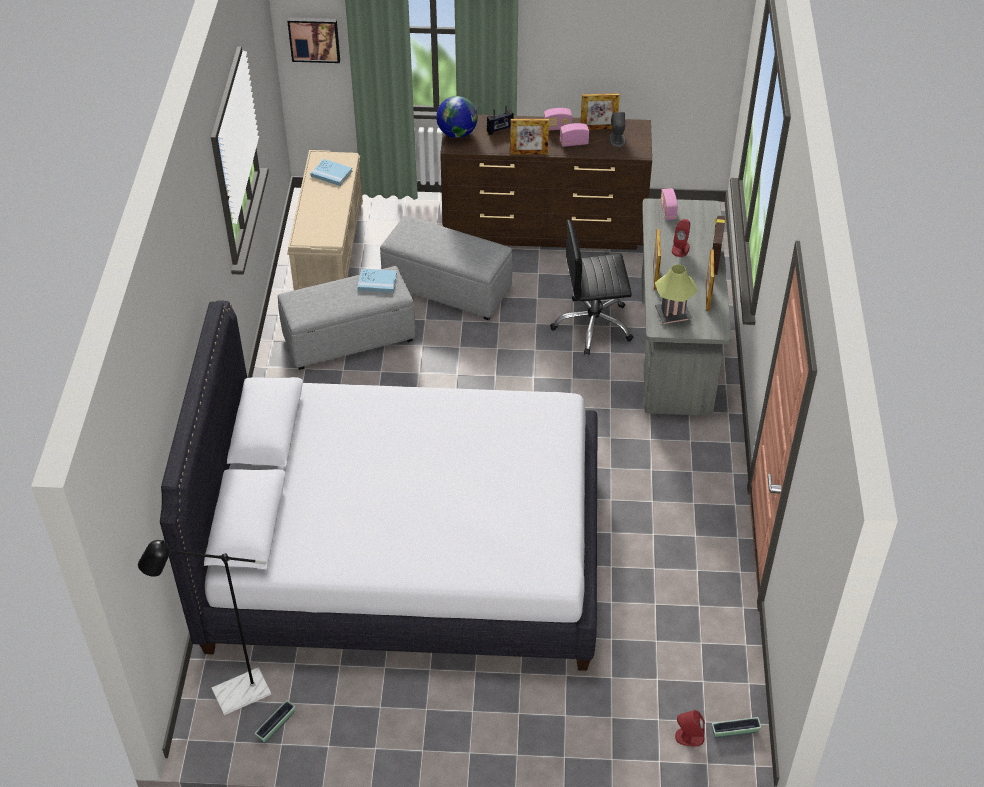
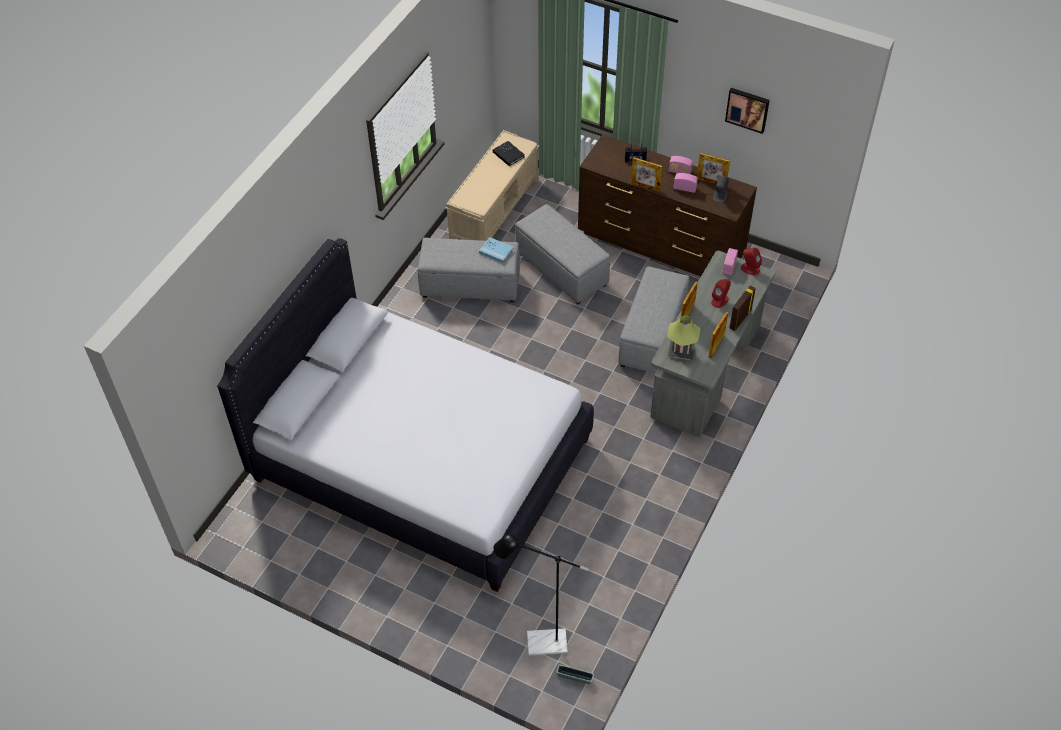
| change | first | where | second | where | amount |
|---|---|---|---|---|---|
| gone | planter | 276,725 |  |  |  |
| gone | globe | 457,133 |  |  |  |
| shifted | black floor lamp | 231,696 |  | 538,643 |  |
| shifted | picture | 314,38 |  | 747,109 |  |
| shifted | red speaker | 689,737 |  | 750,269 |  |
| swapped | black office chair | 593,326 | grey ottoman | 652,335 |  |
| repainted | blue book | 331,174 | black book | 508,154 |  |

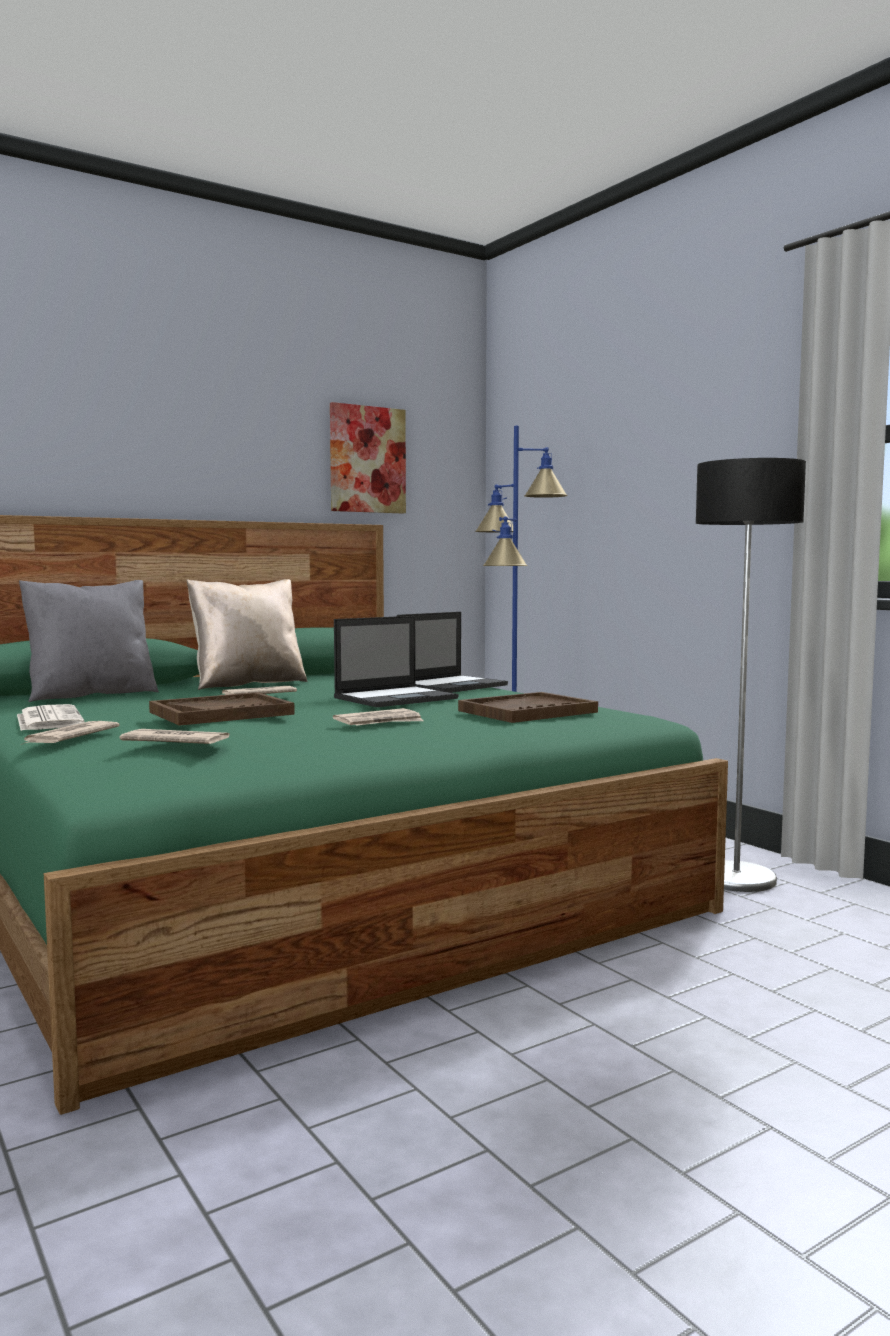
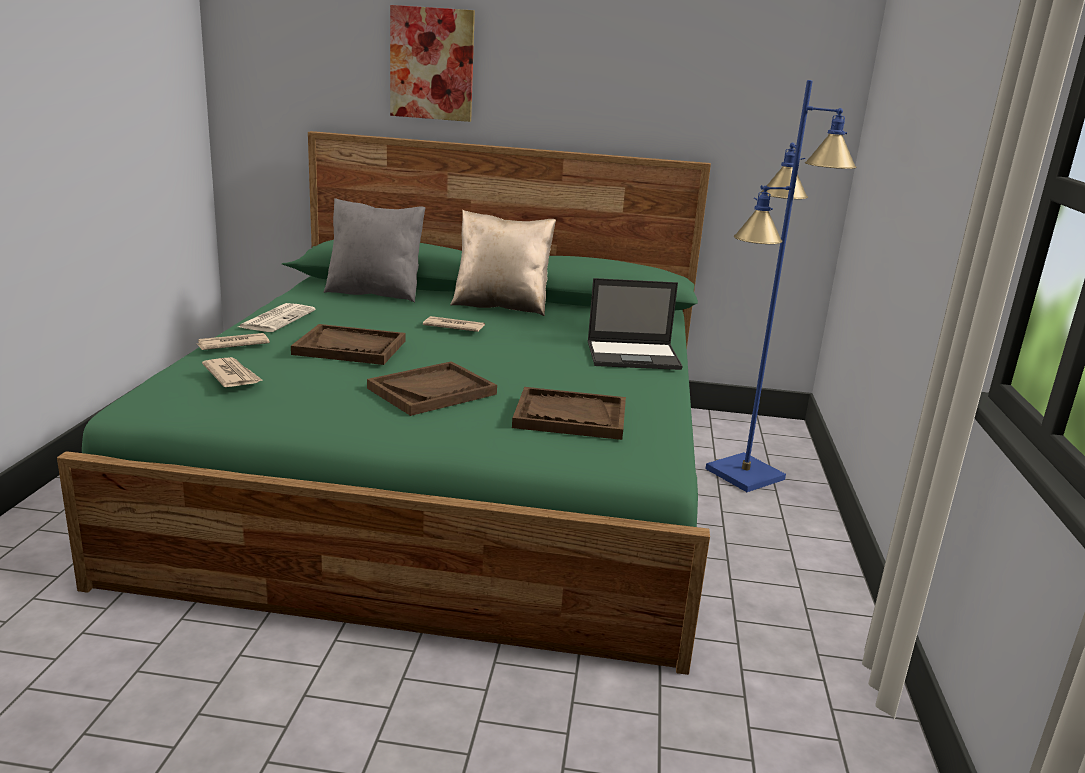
| change | first | where | second | where | amount |
|---|---|---|---|---|---|
| gone | laptop | 396,698 |  |  |  |
| gone | floor lamp | 736,878 |  |  |  |
| shifted | picture | 367,459 |  | 432,64 |  |
| swapped | newspaper | 380,722 | brown tray | 432,391 |  |

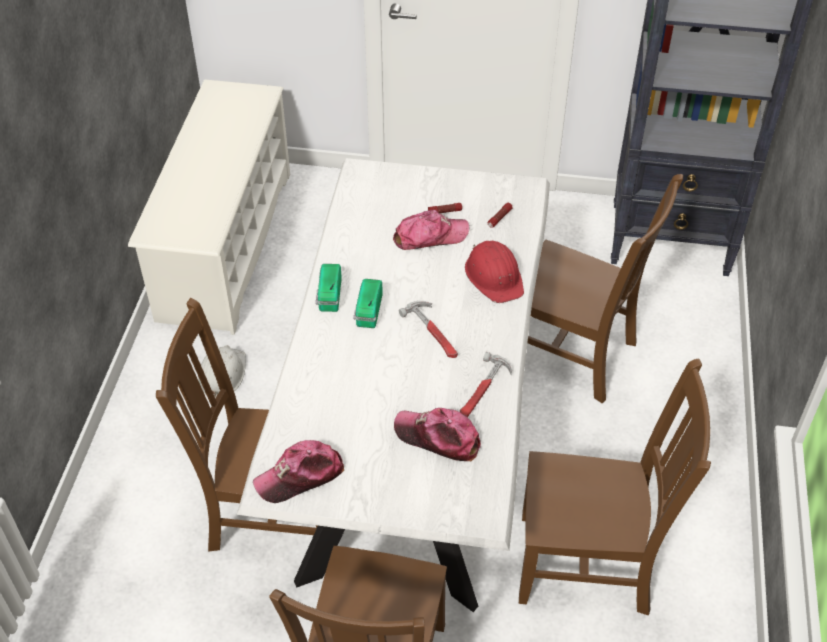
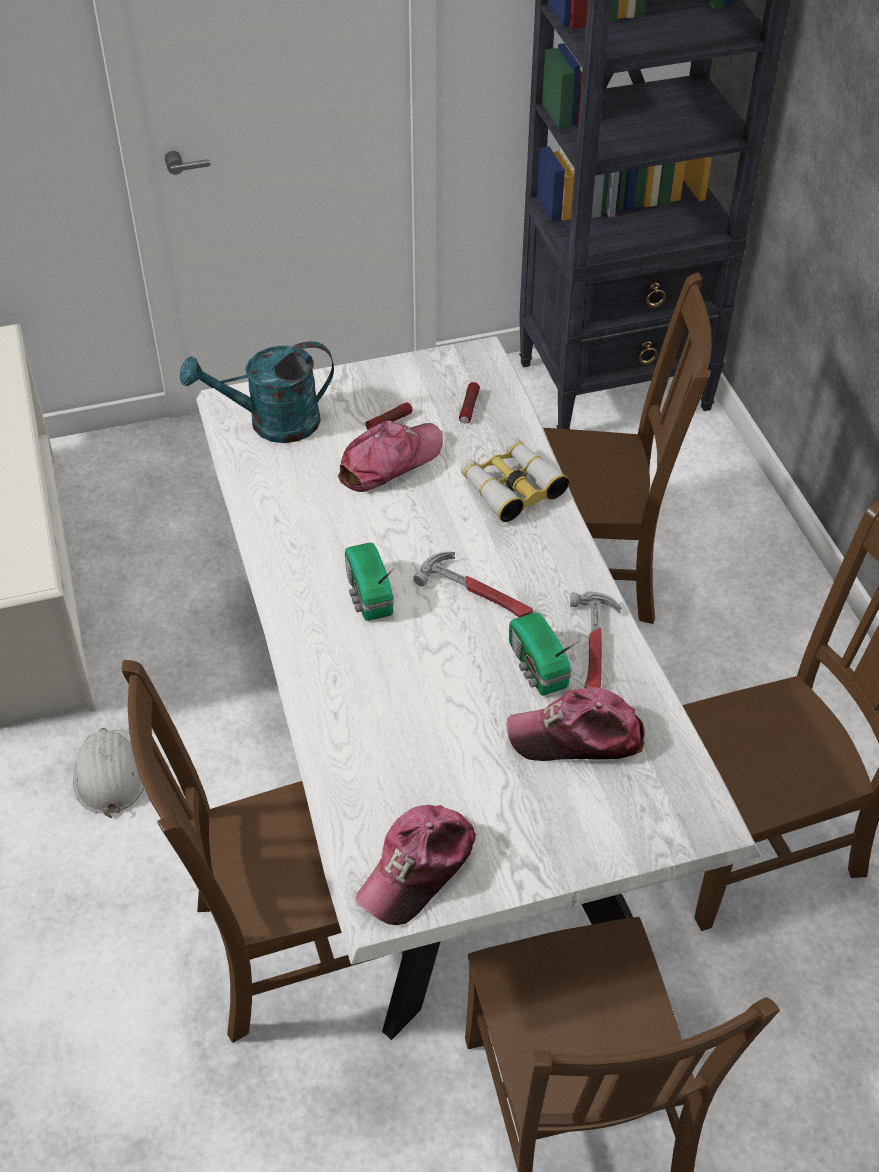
| change | first | where | second | where | amount |
|---|---|---|---|---|---|
| new |  |  | turquoise watering can | 271,423 |  |
| shifted | radio | 329,296 |  | 537,667 |  |
| swapped | red hard hat | 494,276 | binoculars | 512,487 |  |

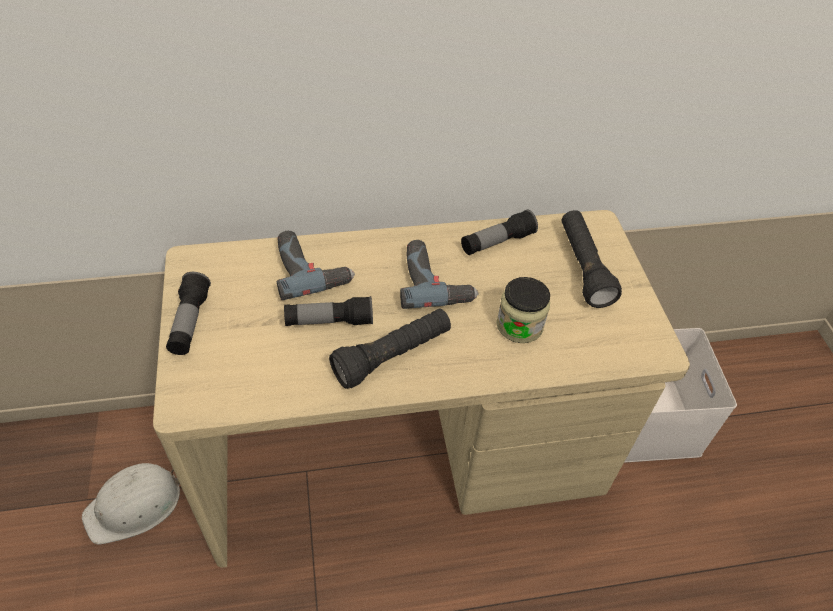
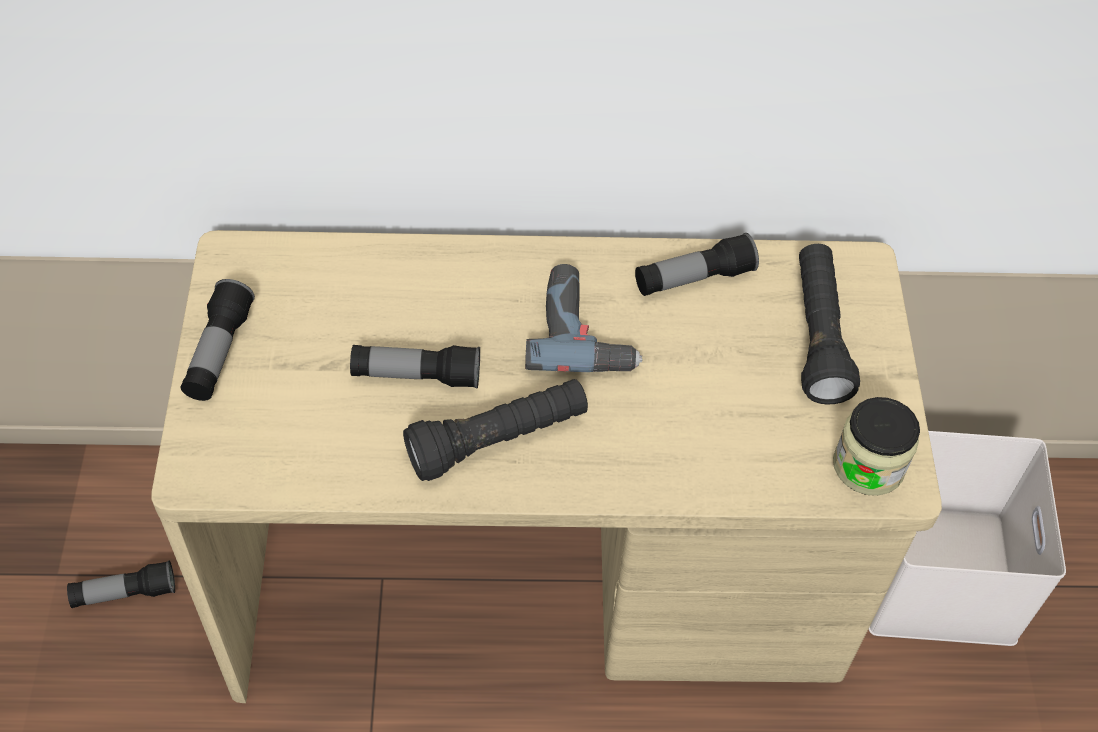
| change | first | where | second | where | amount |
|---|---|---|---|---|---|
| gone | power drill | 310,268 |  |  |  |
| shifted | jar | 519,325 |  | 868,465 |  |
| swapped | white hard hat | 135,505 | flashlight | 124,593 |  |

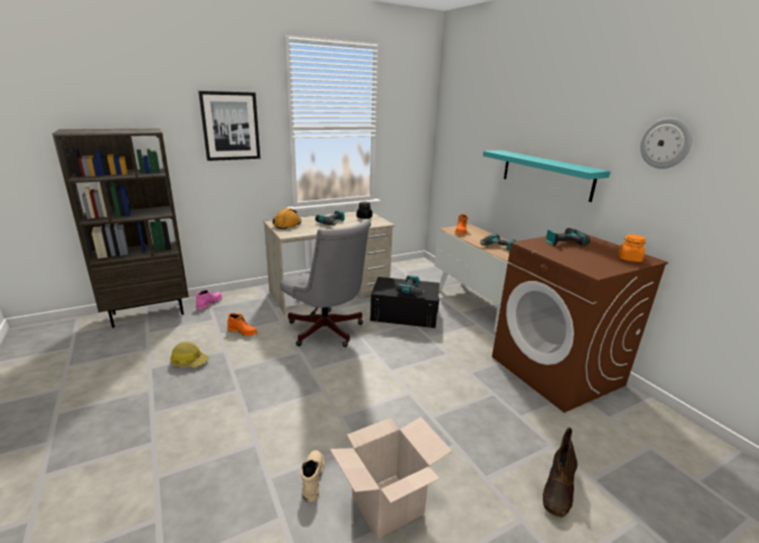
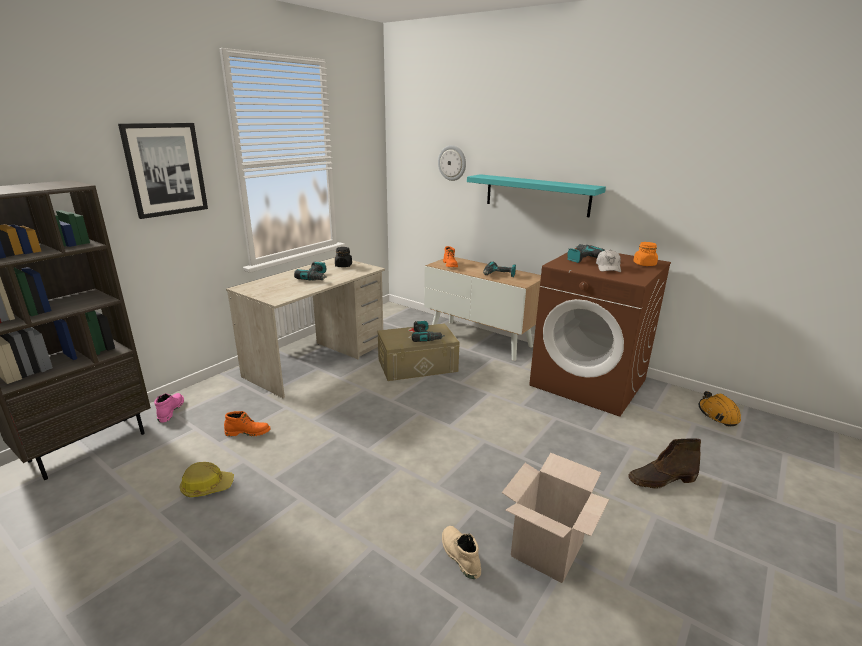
| change | first | where | second | where | amount |
|---|---|---|---|---|---|
| gone | grey office chair | 327,332 |  |  |  |
| new |  |  | white cap | 608,267 |  |
| shifted | orange hard hat | 287,224 |  | 718,414 |  |
| shifted | wall clock | 666,143 |  | 452,163 |  |
| repainted | black storage box | 404,314 | beige storage box | 417,365 |  |
| rotated | brown boot | 559,488 |  | 661,480 | 75 degrees clockwise |

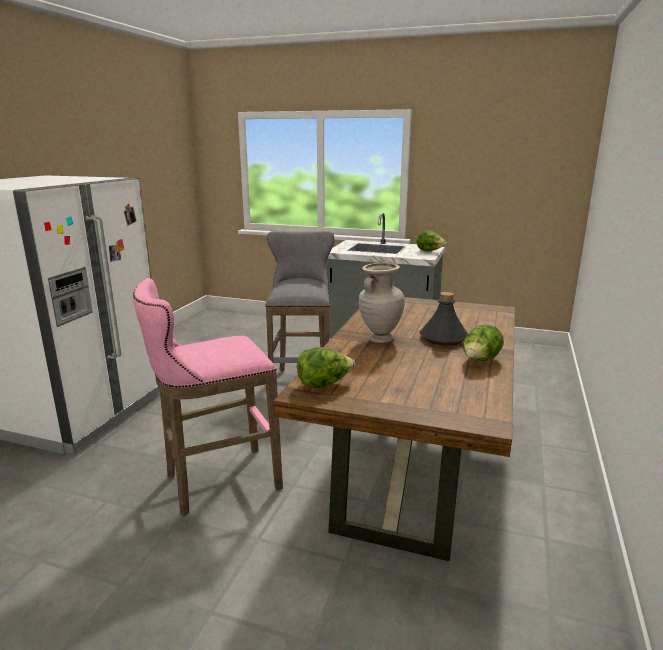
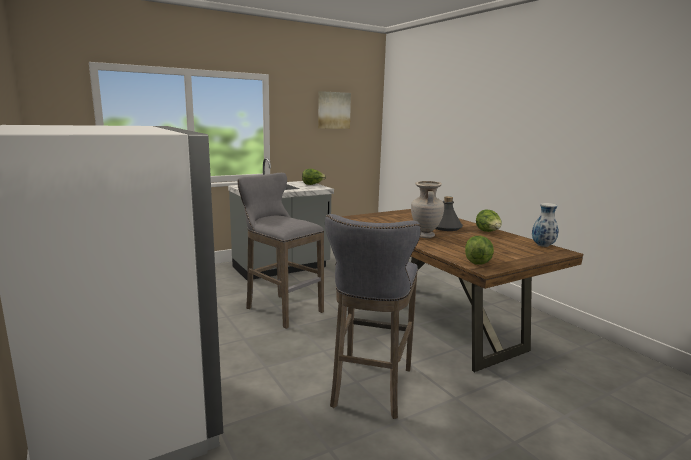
| change | first | where | second | where | amount |
|---|---|---|---|---|---|
| new |  |  | picture | 333,110 |  |
| new |  |  | vase | 543,246 |  |
| repainted | pink stool | 217,483 | grey stool | 370,389 |  |

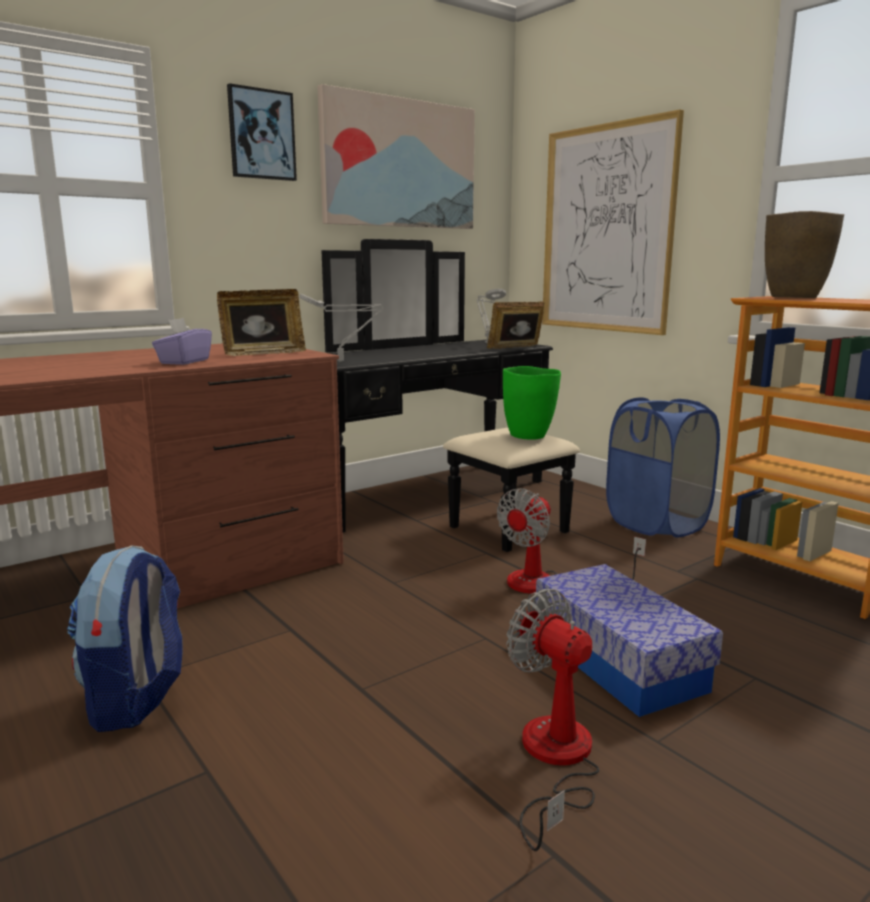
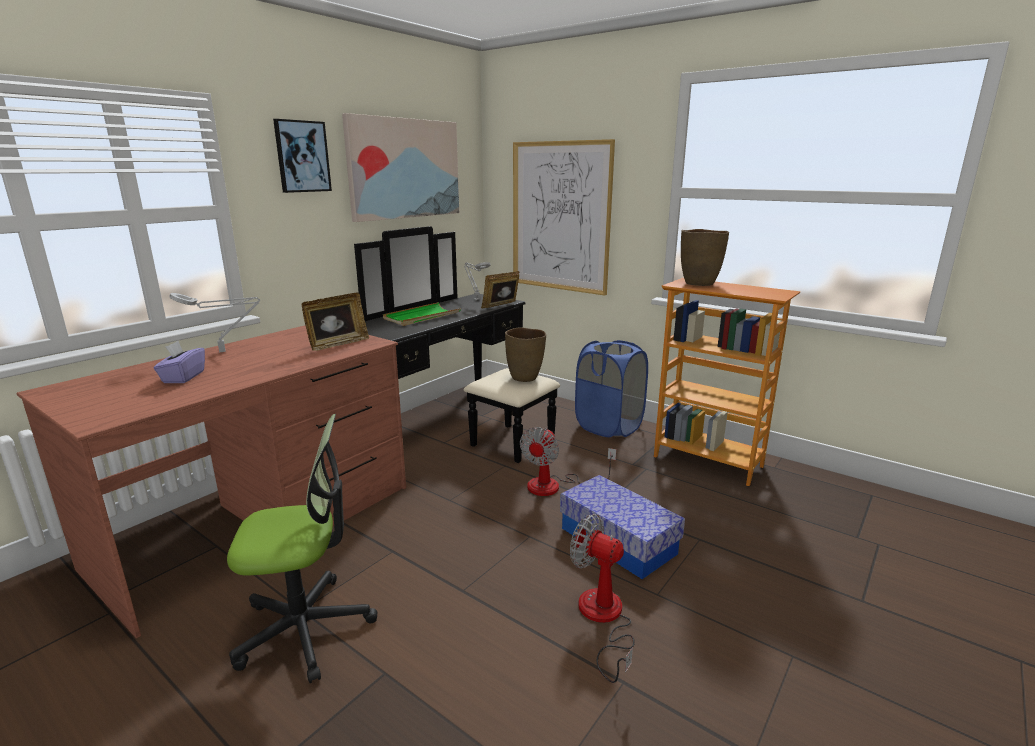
| change | first | where | second | where | amount |
|---|---|---|---|---|---|
| new |  |  | green tray | 421,317 |  |
| shifted | purple tissue box | 184,362 |  | 183,377 |  |
| shifted | grey table lamp | 343,361 |  | 225,351 |  |
| swapped | backpack | 137,700 | office chair | 305,628 |  |
| repainted | green vase | 529,436 | brown vase | 525,378 |  |

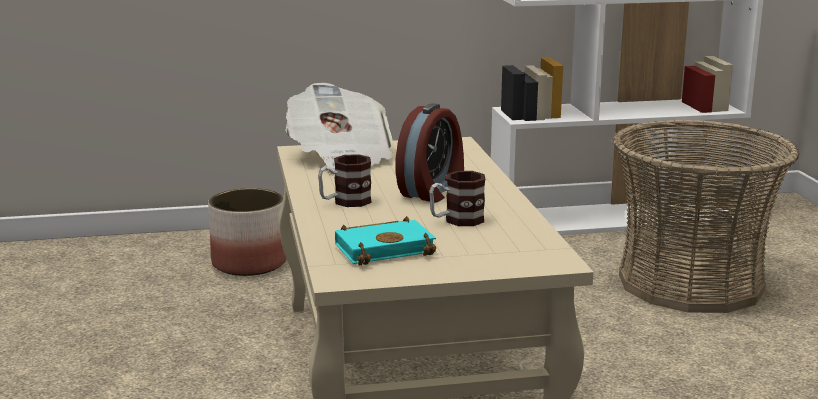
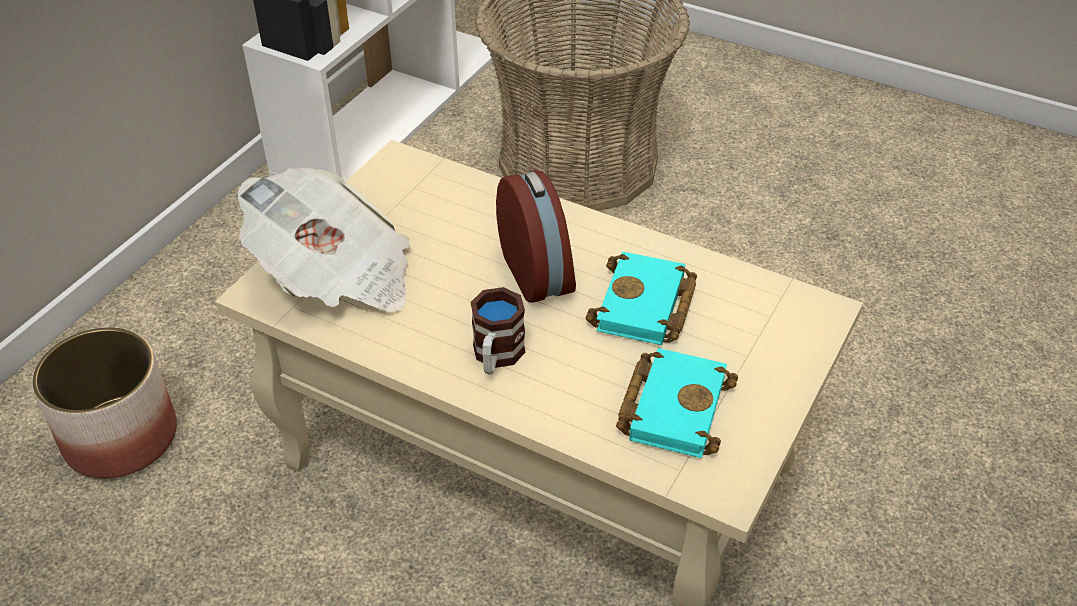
| change | first | where | second | where | amount |
|---|---|---|---|---|---|
| swapped | mug | 456,220 | turquoise book | 645,308 |  |

